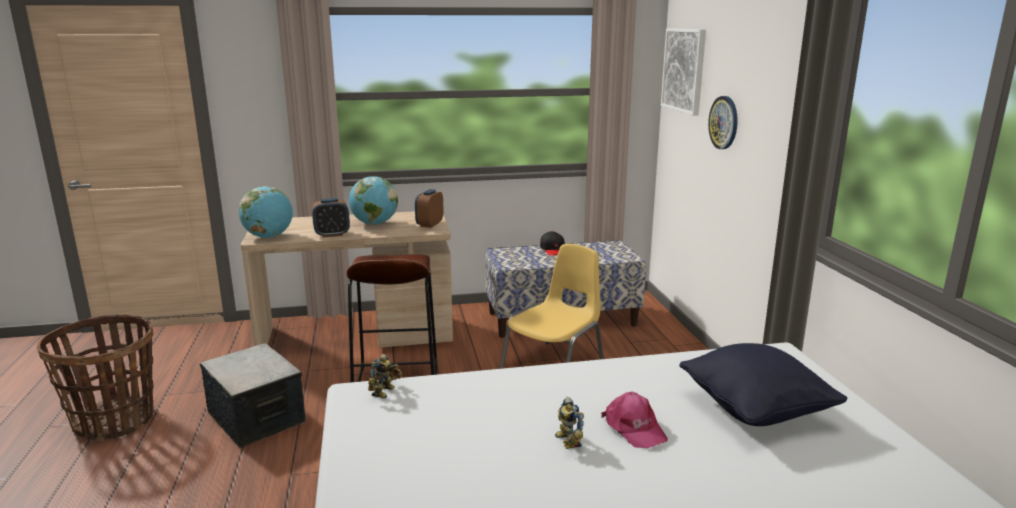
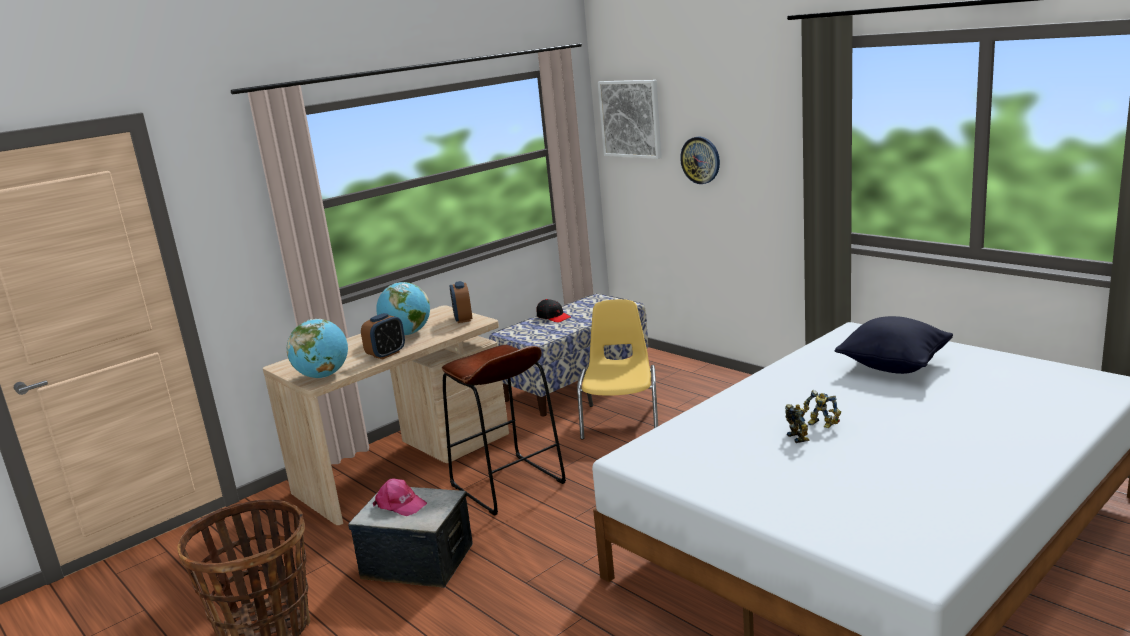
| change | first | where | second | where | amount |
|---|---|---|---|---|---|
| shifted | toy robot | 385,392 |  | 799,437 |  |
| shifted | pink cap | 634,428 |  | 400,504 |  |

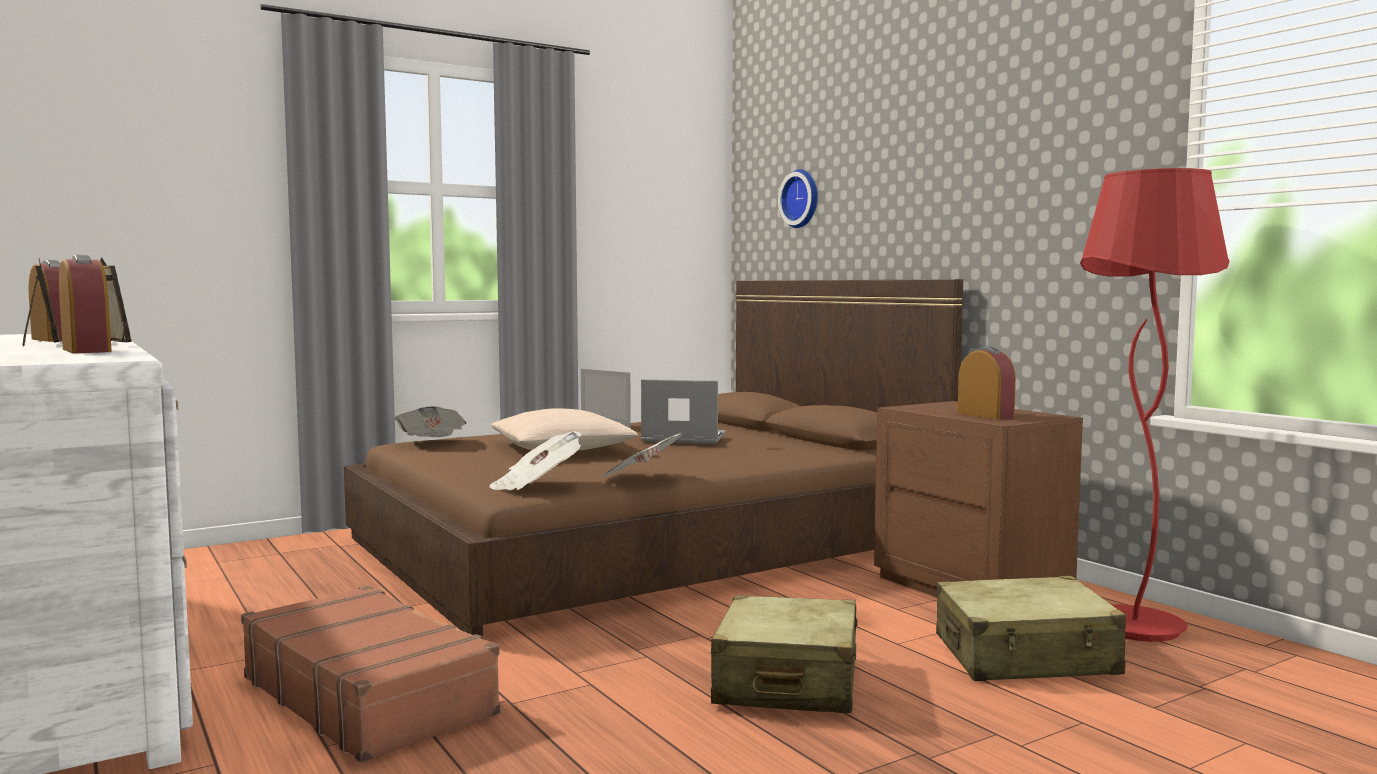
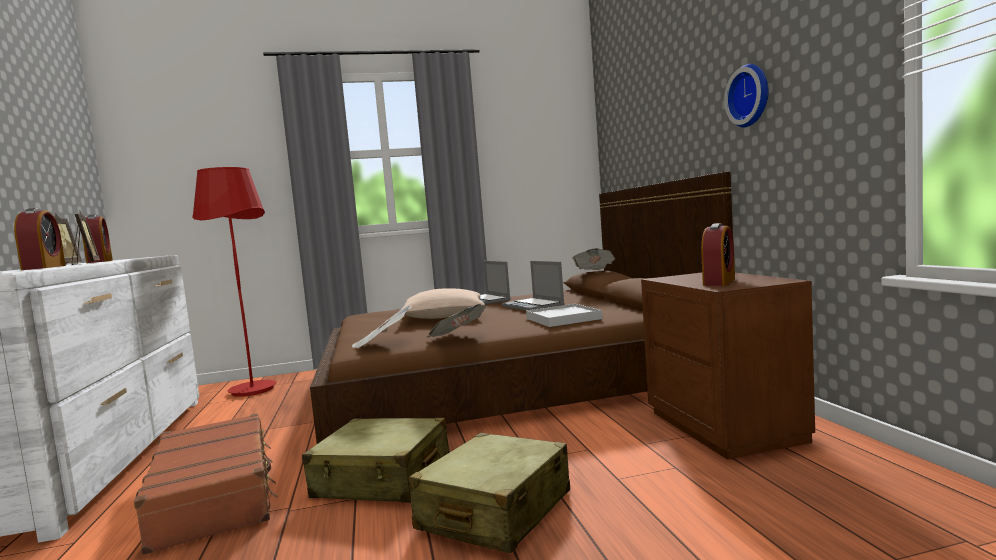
| change | first | where | second | where | amount |
|---|---|---|---|---|---|
| new |  |  | white tray | 563,319 |  |
| shifted | newspaper | 432,442 |  | 594,272 |  |
| shifted | wall clock | 802,199 |  | 751,95 |  |
| shifted | beige suitcase | 1025,656 |  | 383,479 |  |
| shifted | red floor lamp | 1135,627 |  | 252,390 |  |
| rotated | laptop | 682,439 |  | 534,306 | 150 degrees counterclockwise |
| rotated | alarm clock | 985,415 |  | 719,282 | 45 degrees clockwise |

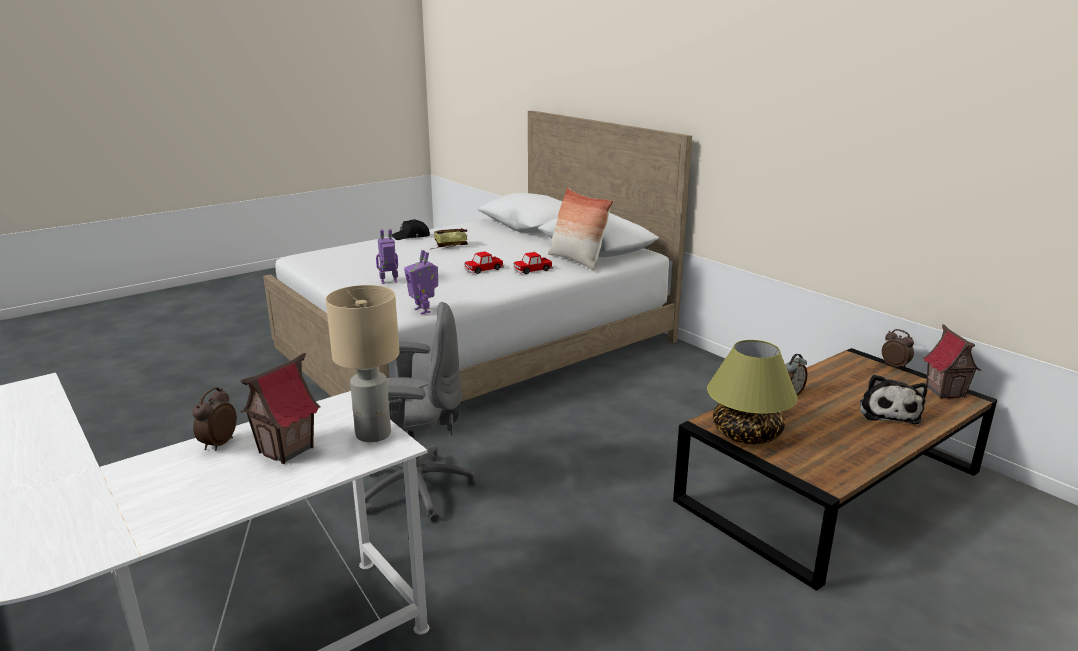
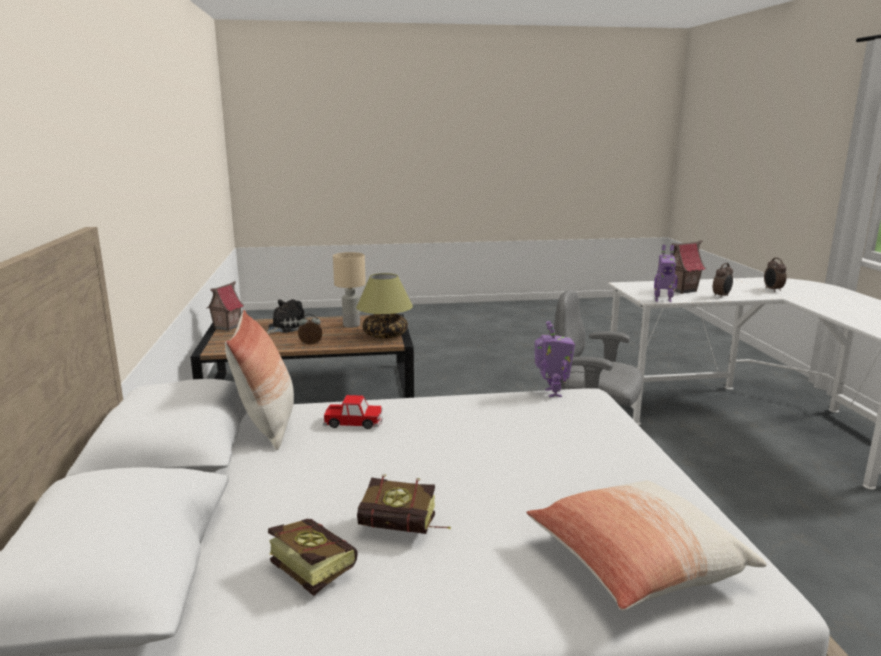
| change | first | where | second | where | amount |
|---|---|---|---|---|---|
| gone | black cap | 411,236 |  |  |  |
| gone | toy car | 483,269 |  |  |  |
| new |  |  | book | 307,568 |  |
| new |  |  | pillow | 635,565 |  |
| shifted | beige table lamp | 374,434 |  | 351,325 |  |
| shifted | toy robot | 389,282 |  | 663,300 |  |
| shifted | alarm clock | 895,366 |  | 772,290 |  |

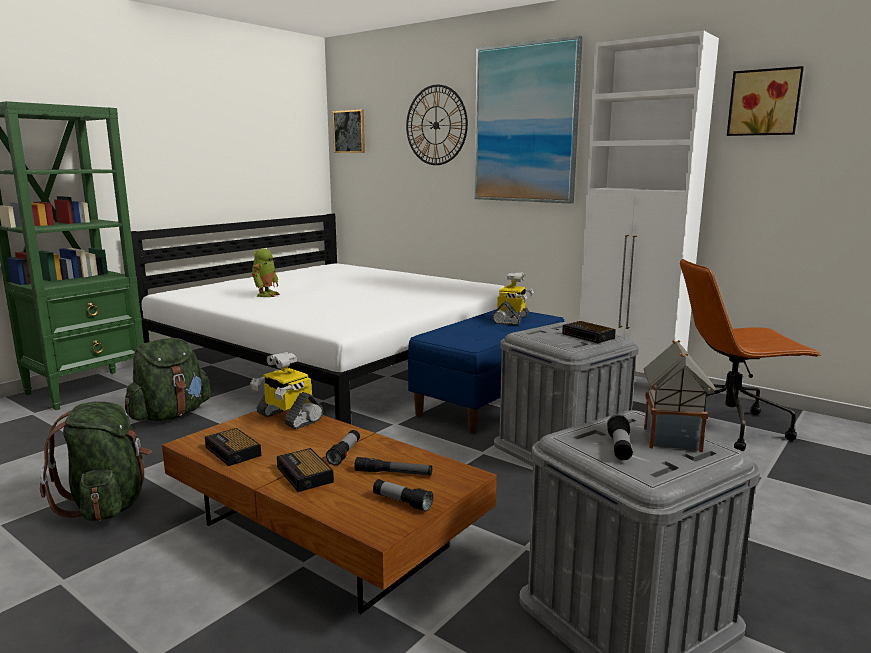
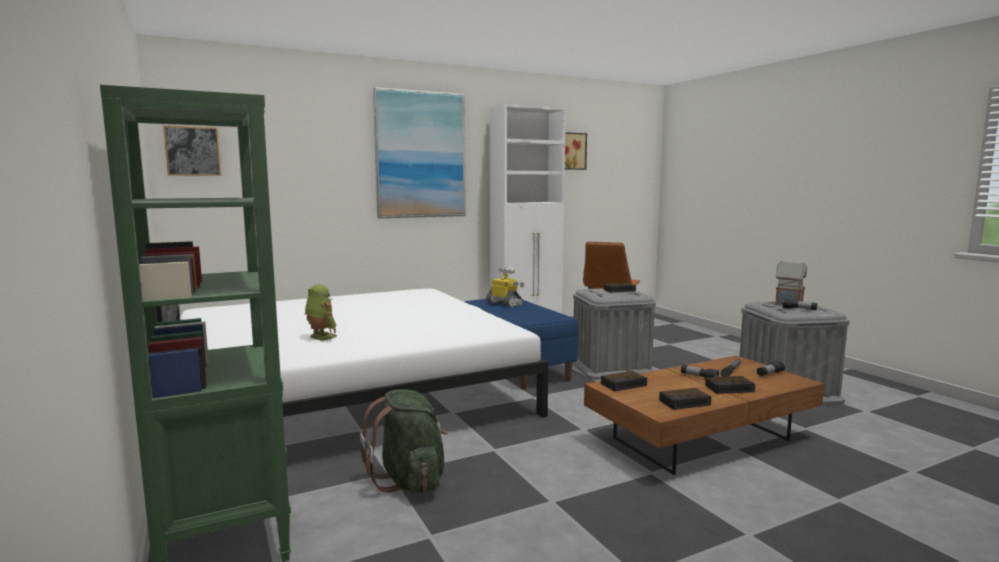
| change | first | where | second | where | amount |
|---|---|---|---|---|---|
| gone | green backpack | 107,505 |  |  |  |
| gone | wall clock | 436,125 |  |  |  |
| swapped | toy robot | 288,417 | alarm clock | 624,384 |  |

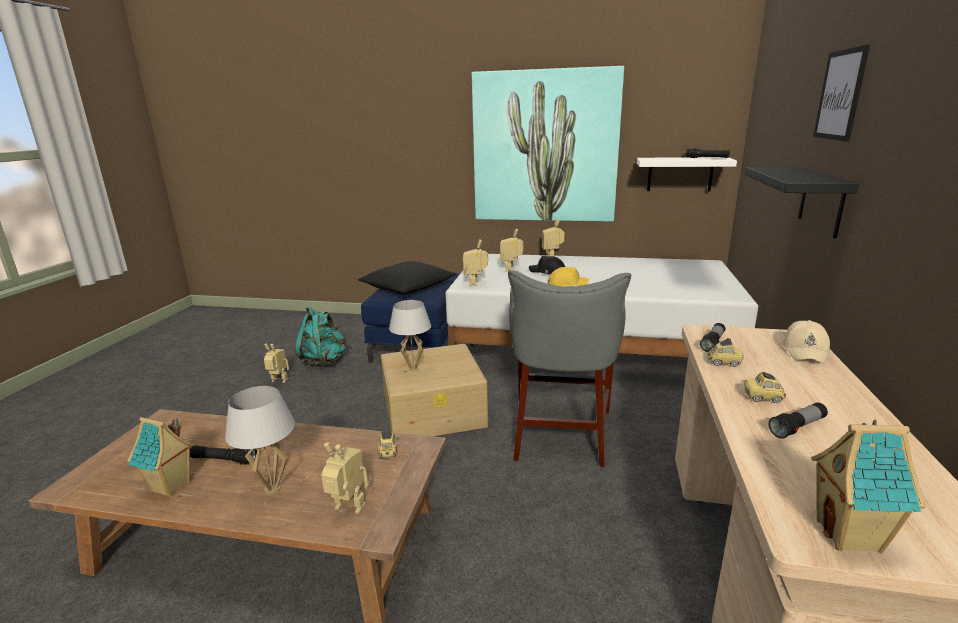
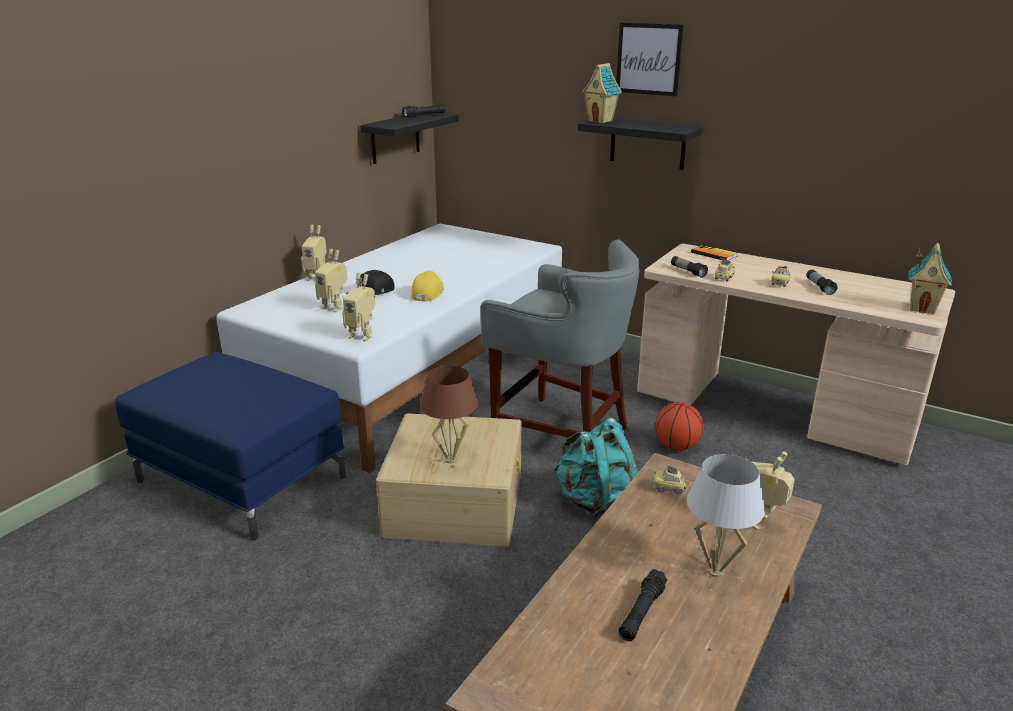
| change | first | where | second | where | amount |
|---|---|---|---|---|---|
| gone | toy robot | 278,381 |  |  |  |
| gone | black pillow | 408,287 |  |  |  |
| gone | picture | 545,147 |  |  |  |
| new |  |  | basketball | 676,446 |  |
| shifted | toy house | 171,487 |  | 601,121 |  |
| shifted | turquoise backpack | 324,362 |  | 595,502 |  |
| swapped | beige cap | 805,350 | book | 714,254 |  |
| repainted | white table lamp | 413,369 | brown table lamp | 451,459 |  |
| repainted | white shelf | 680,174 | black shelf | 395,137 |  |

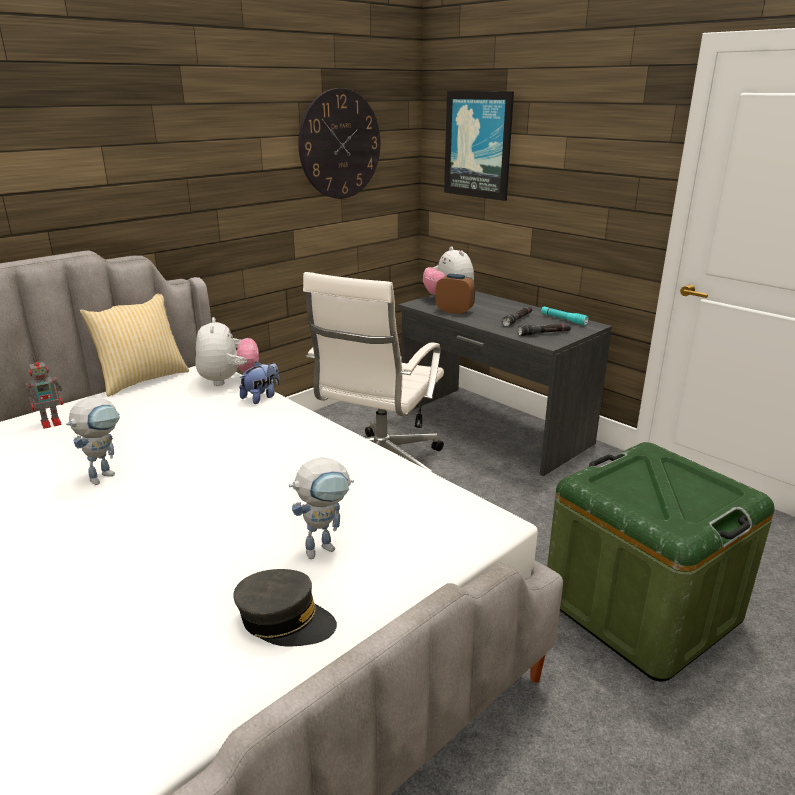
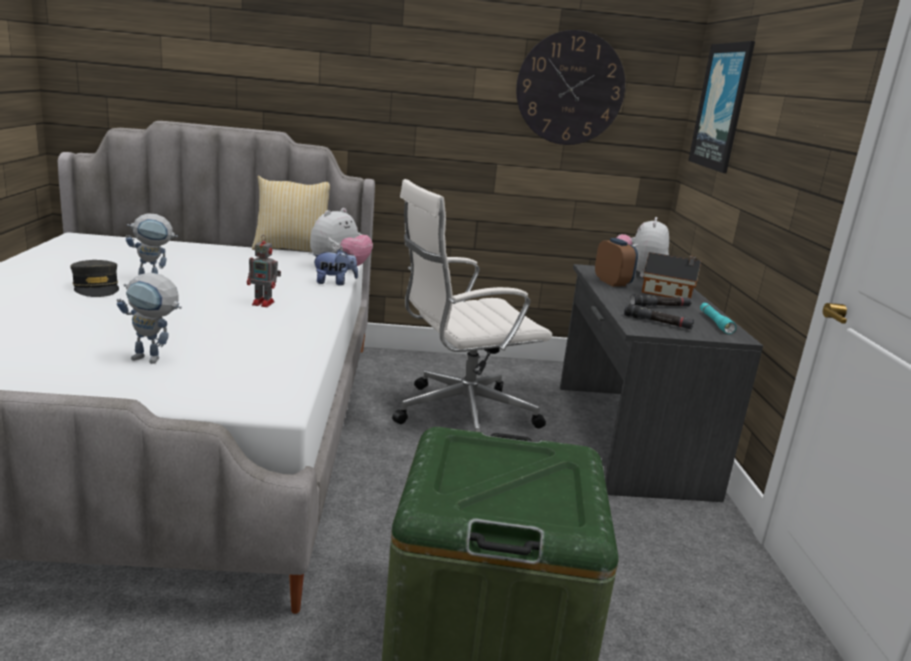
| change | first | where | second | where | amount |
|---|---|---|---|---|---|
| new |  |  | toy house | 669,293 |  |
| shifted | toy robot | 52,422 |  | 264,303 |  |
| shifted | grey cap | 285,620 |  | 96,288 |  |

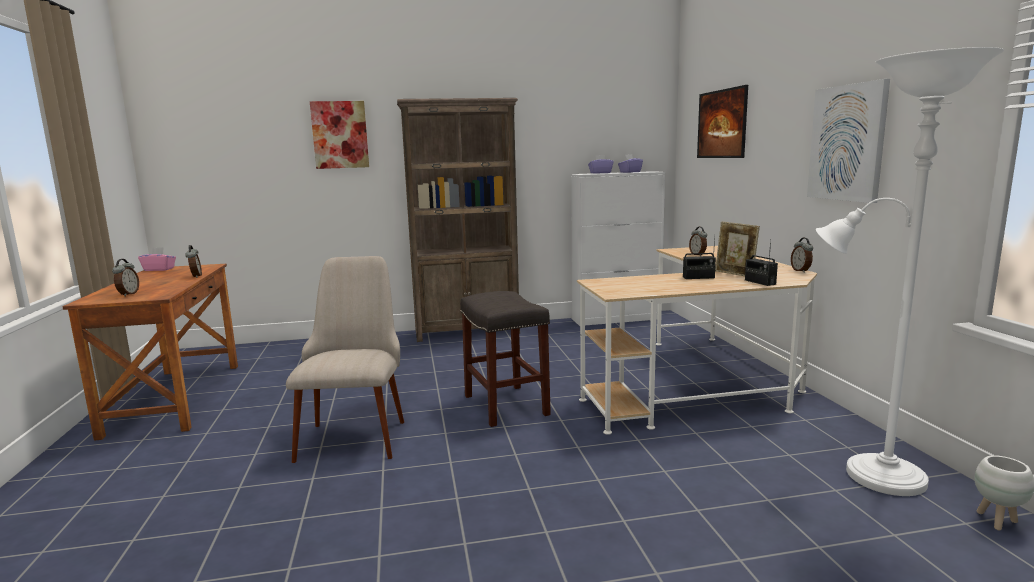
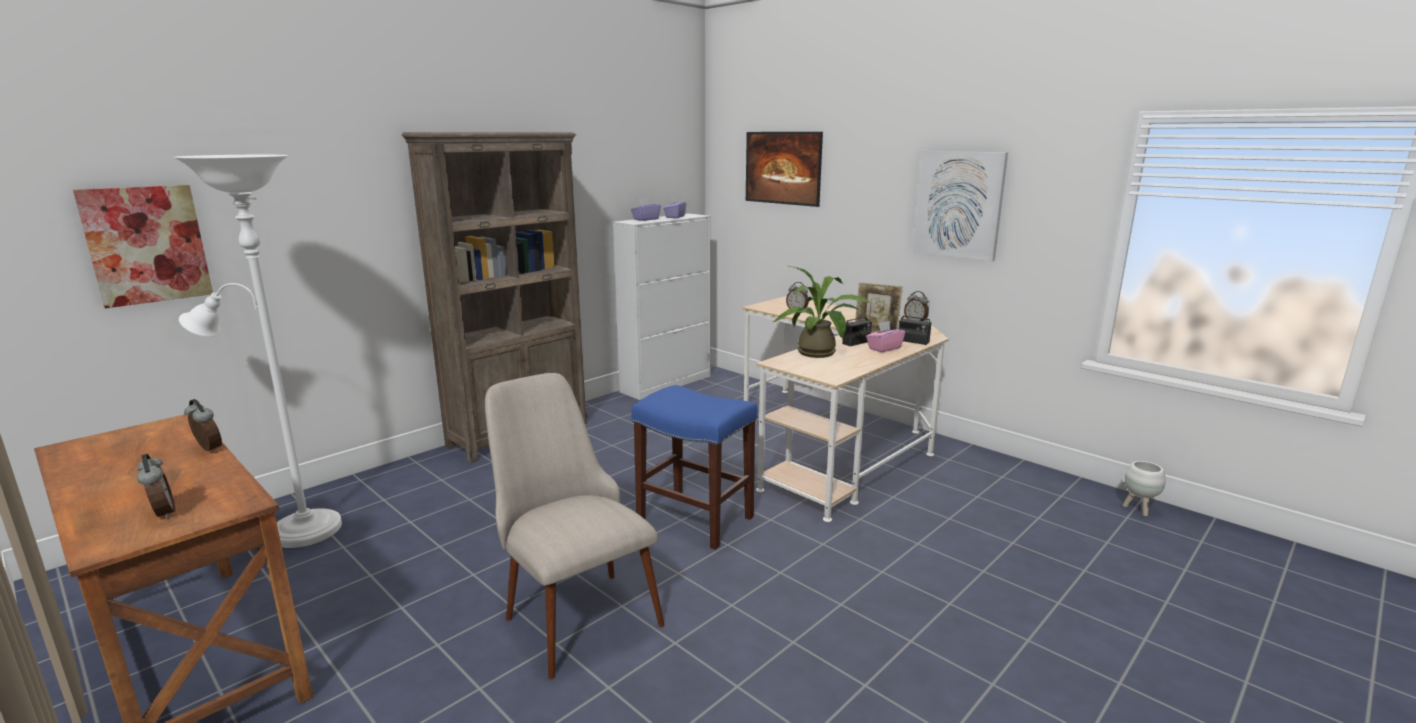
| change | first | where | second | where | amount |
|---|---|---|---|---|---|
| new |  |  | potted plant | 820,354 |  |
| shifted | pink tissue box | 159,269 |  | 884,348 |  |
| shifted | picture | 340,135 |  | 147,245 |  |
| shifted | white floor lamp | 874,474 |  | 297,530 |  |
| repainted | grey stool | 504,405 | blue stool | 693,519 |  |

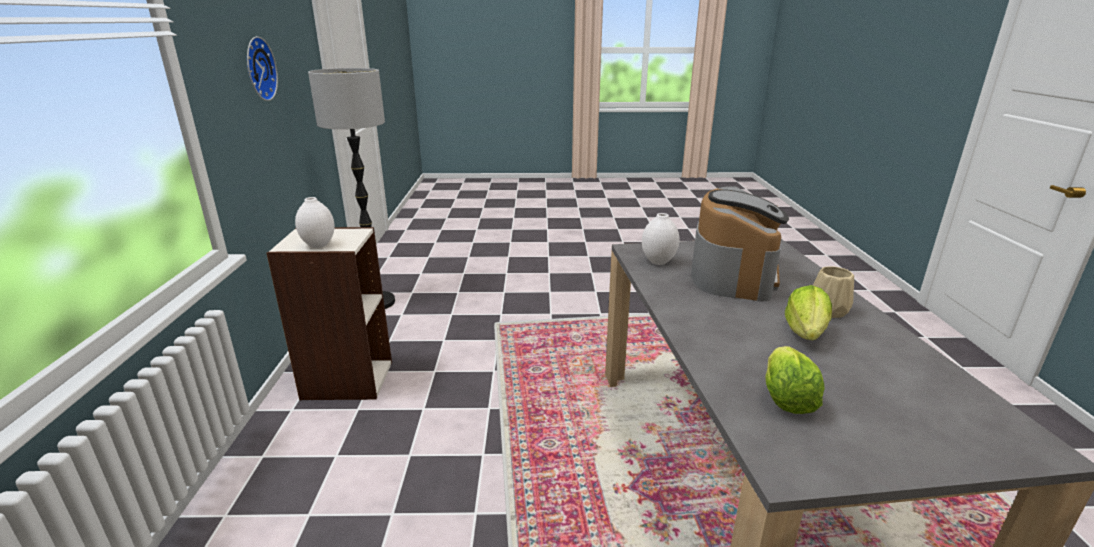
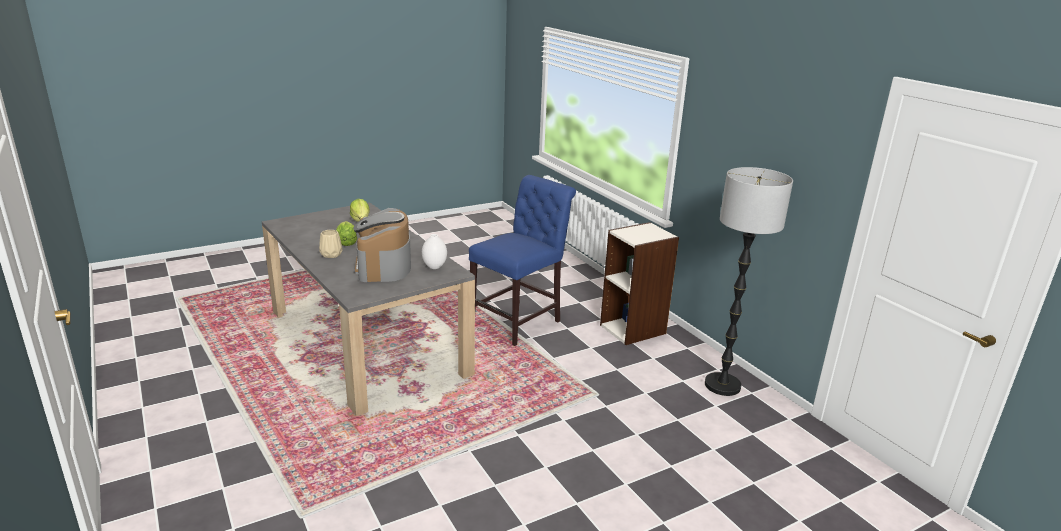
| change | first | where | second | where | amount |
|---|---|---|---|---|---|
| gone | wall clock | 257,69 |  |  |  |
| gone | white vase | 319,245 |  |  |  |
| new |  |  | blue chair | 520,321 |  |

